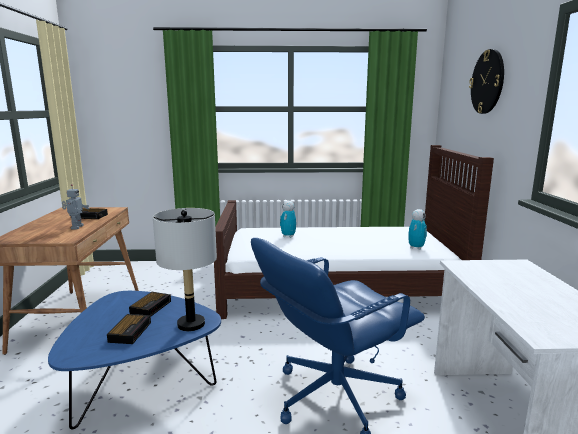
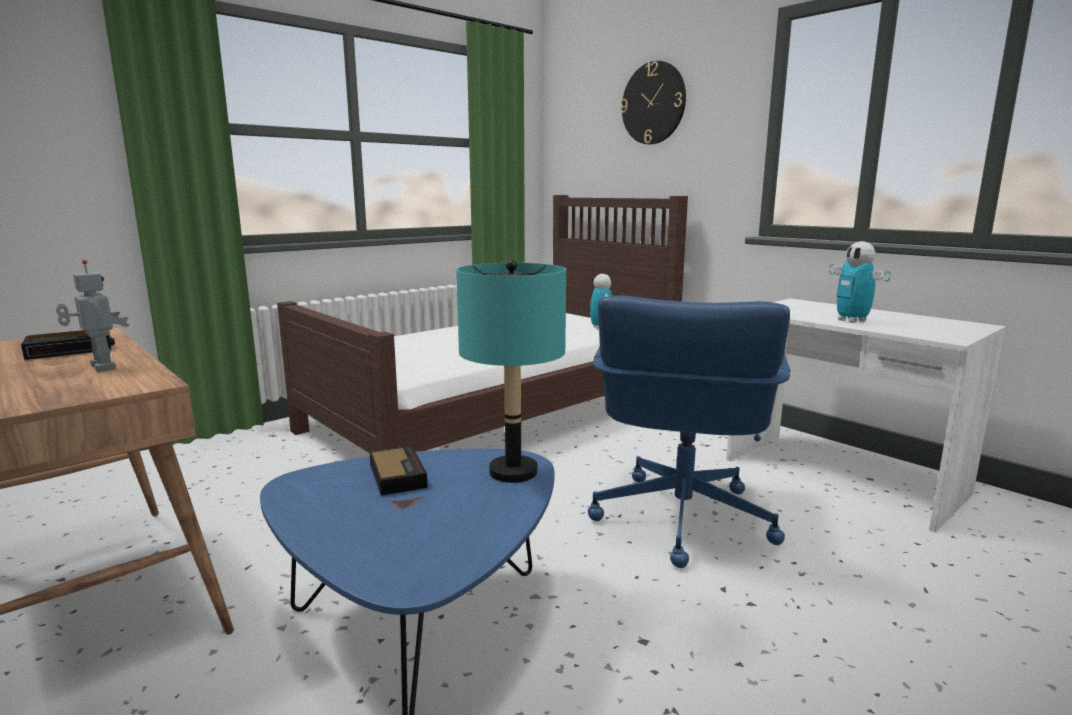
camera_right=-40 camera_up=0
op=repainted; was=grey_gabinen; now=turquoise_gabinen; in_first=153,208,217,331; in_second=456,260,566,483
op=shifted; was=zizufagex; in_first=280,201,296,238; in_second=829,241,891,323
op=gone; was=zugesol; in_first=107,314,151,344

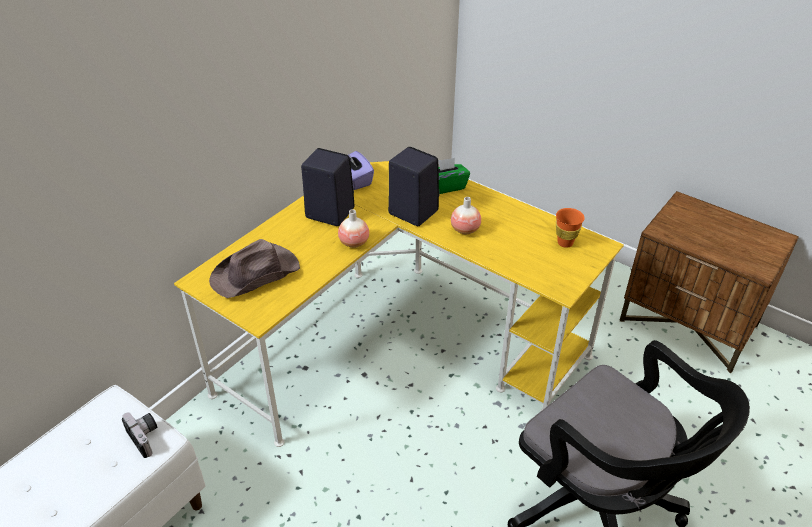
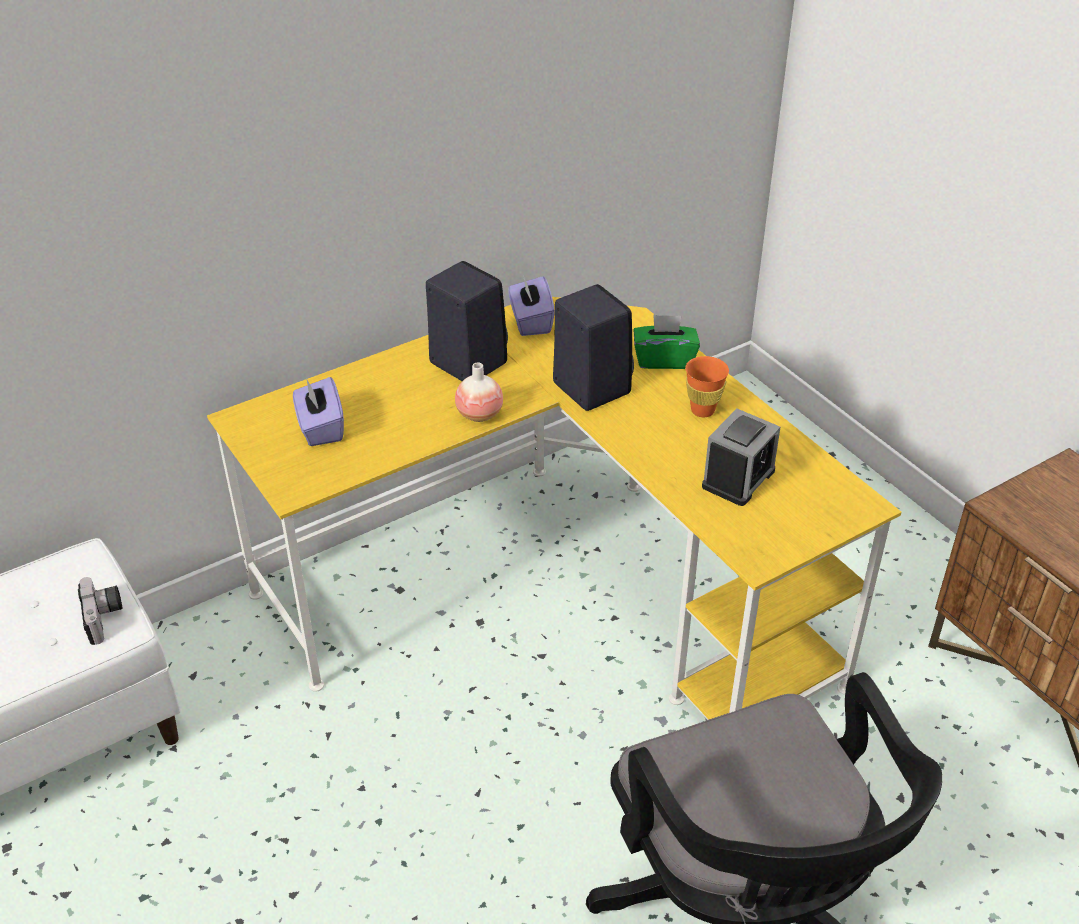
camera_right=20 camera_up=0
op=swapped; was=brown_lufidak; now=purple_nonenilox; in_first=209,239,300,298; in_second=293,377,344,446
op=shifted; was=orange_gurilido; in_first=556,208,585,248; in_second=685,356,729,417
op=new; now=zugesol; in_second=702,409,780,506
op=gone; was=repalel; in_first=451,197,481,235

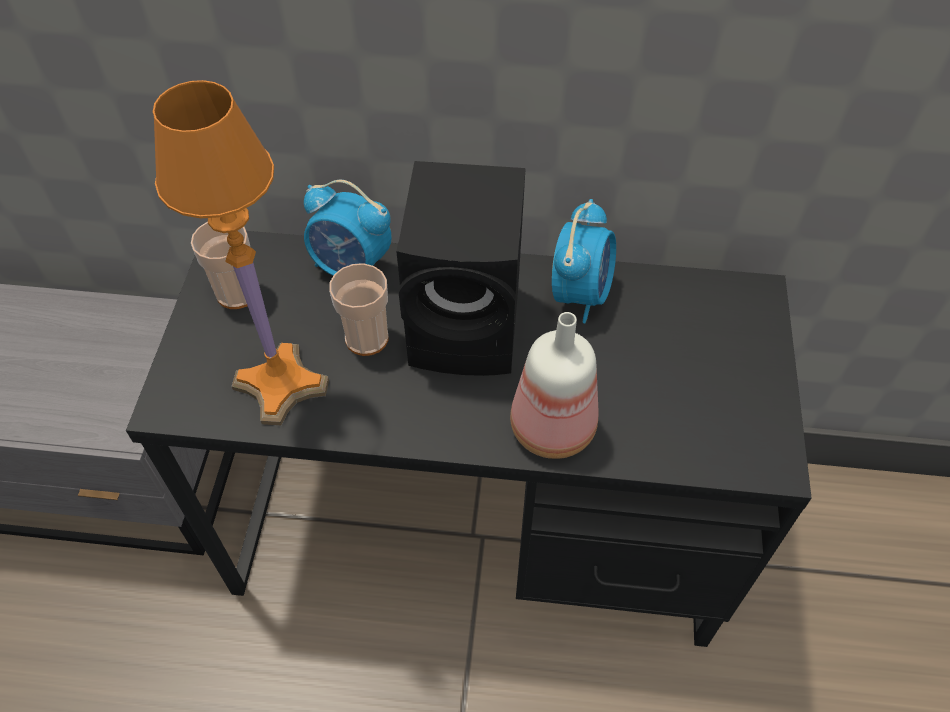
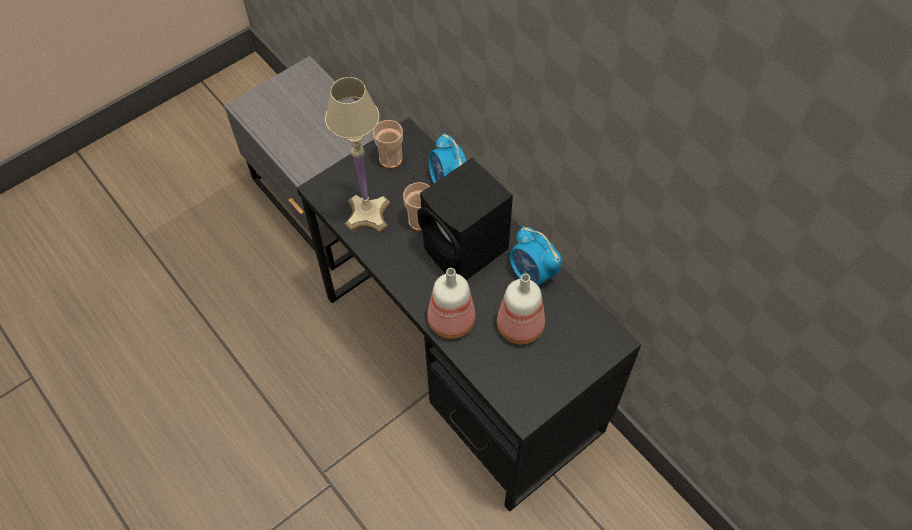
camera_right=45 camera_up=5
op=repainted; was=orange_gabinen; now=beige_gabinen; in_first=153,80,329,425; in_second=325,77,390,233
op=new; now=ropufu; in_second=497,274,545,344
op=rotated; was=zugesol; in_first=552,199,616,323; in_second=510,226,562,290; clockwise=75

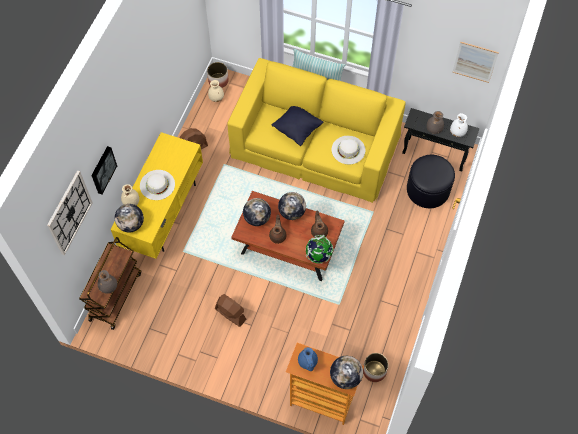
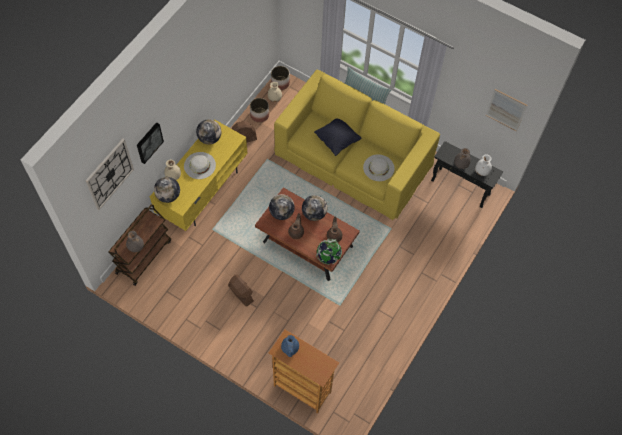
camera_right=10 camera_up=0
op=shifted; was=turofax; in_first=330,356,363,389; in_second=196,119,221,144
op=shifted; was=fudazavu; in_first=363,353,388,382; in_second=250,98,269,123
op=gone; was=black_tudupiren; in_first=407,155,455,208

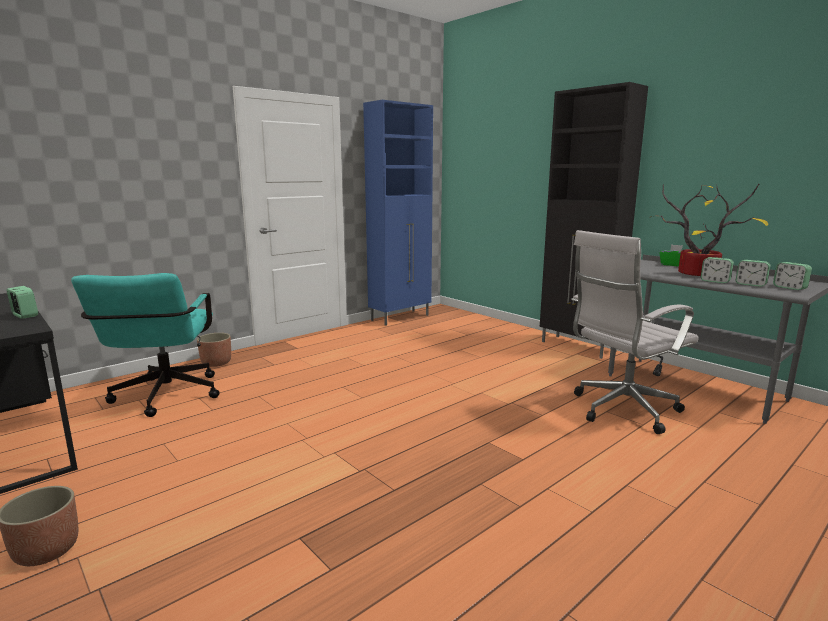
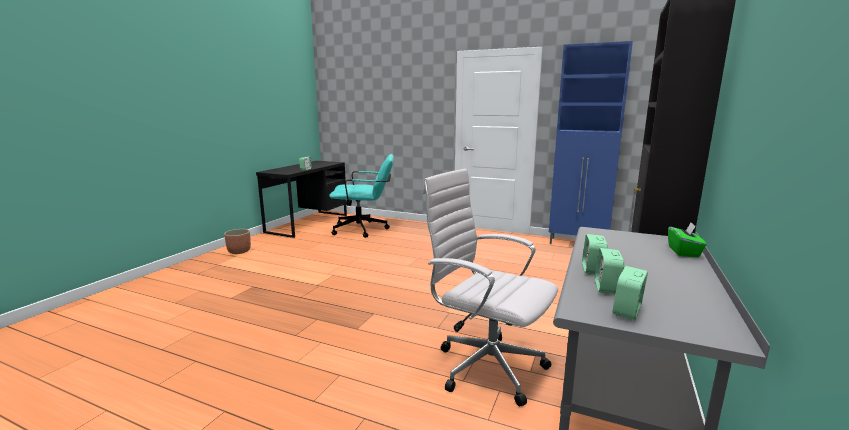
camera_right=65 camera_up=0
op=rotated; was=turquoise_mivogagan; in_first=71,273,220,417; in_second=329,154,394,238; clockwise=-150
op=gone; was=fudazavu; in_first=197,333,231,367
op=gone; was=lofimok; in_first=651,183,768,276

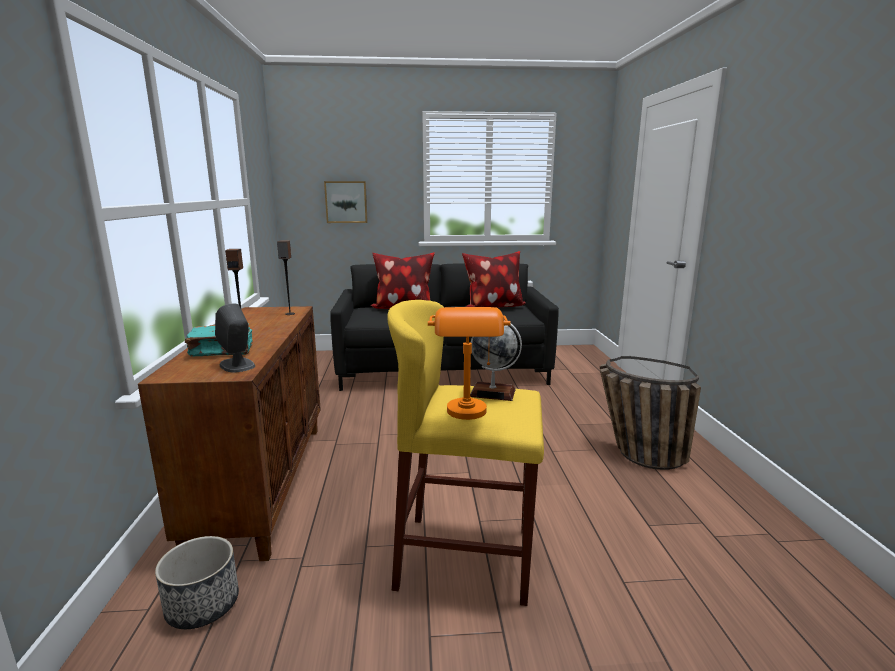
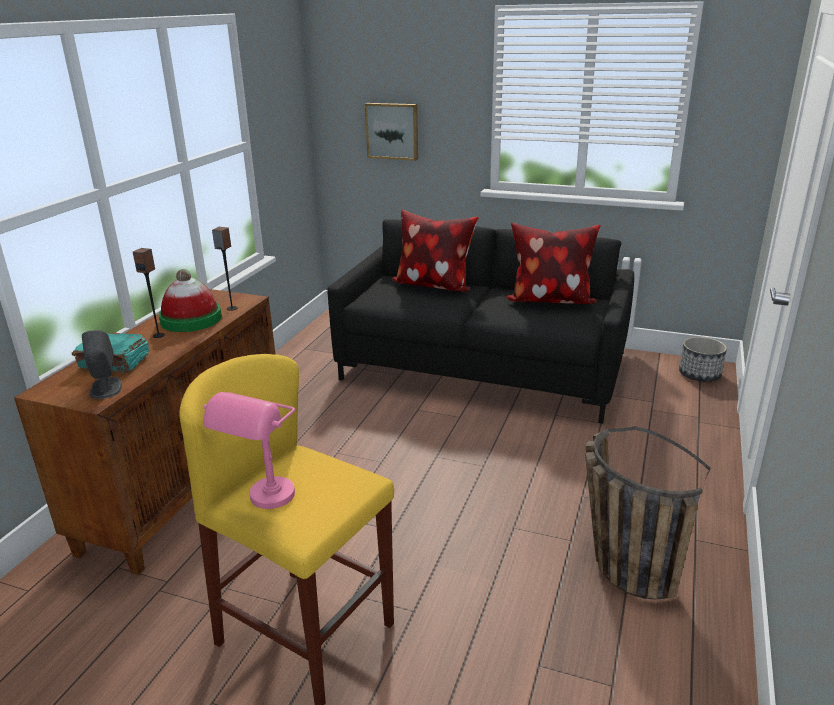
camera_right=25 camera_up=10
op=new; now=lufidak; in_second=158,269,222,332
op=repainted; was=orange_gabinen; now=pink_gabinen; in_first=428,307,511,420; in_second=203,392,295,509
op=shifted; was=fudazavu; in_first=155,536,239,629; in_second=679,337,727,382
op=gone; was=turofax; in_first=470,320,522,401

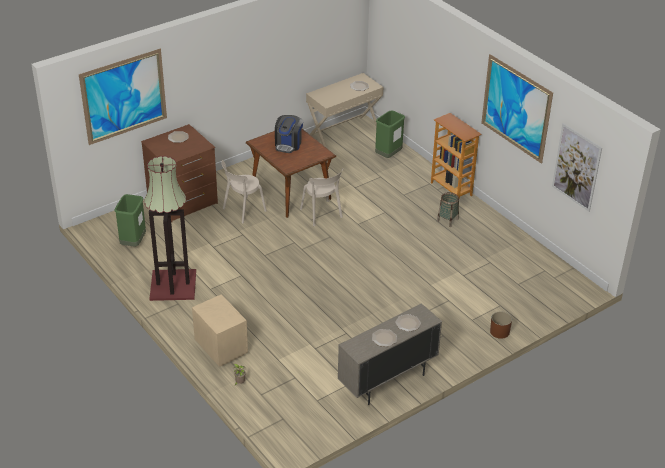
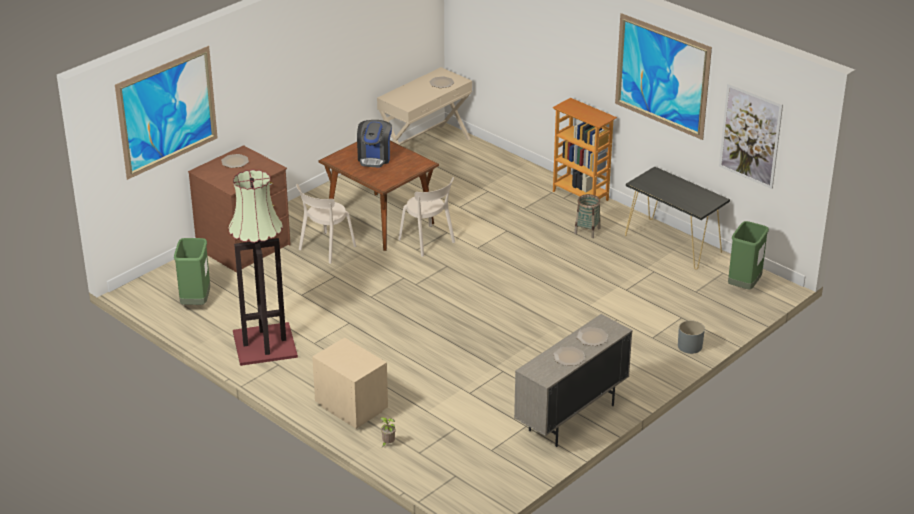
camera_right=-10 camera_up=-5
op=new; now=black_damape; in_second=625,167,730,269
op=repainted; was=brown_fudazavu; now=grey_fudazavu; in_first=490,312,512,339; in_second=678,320,705,354
op=shifted; was=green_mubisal; in_first=375,110,405,158; in_second=728,221,769,289

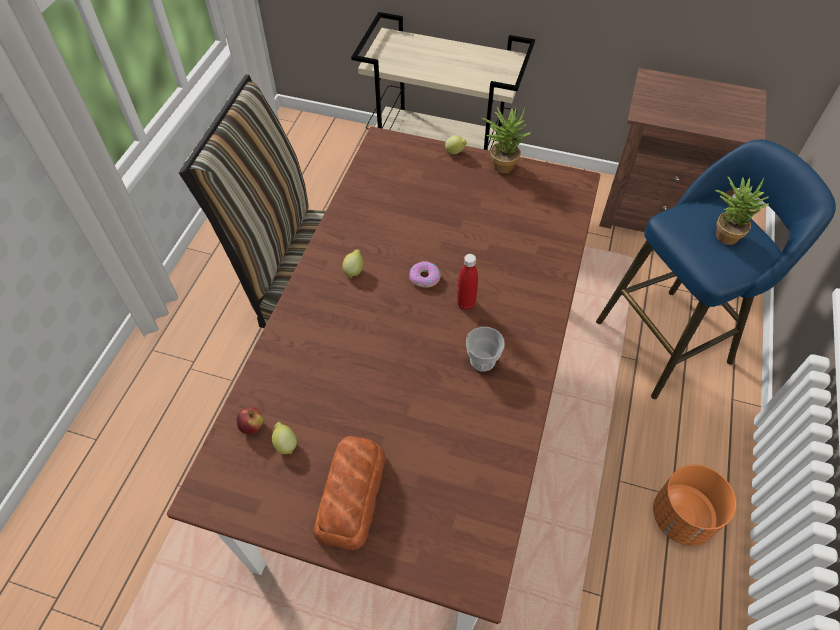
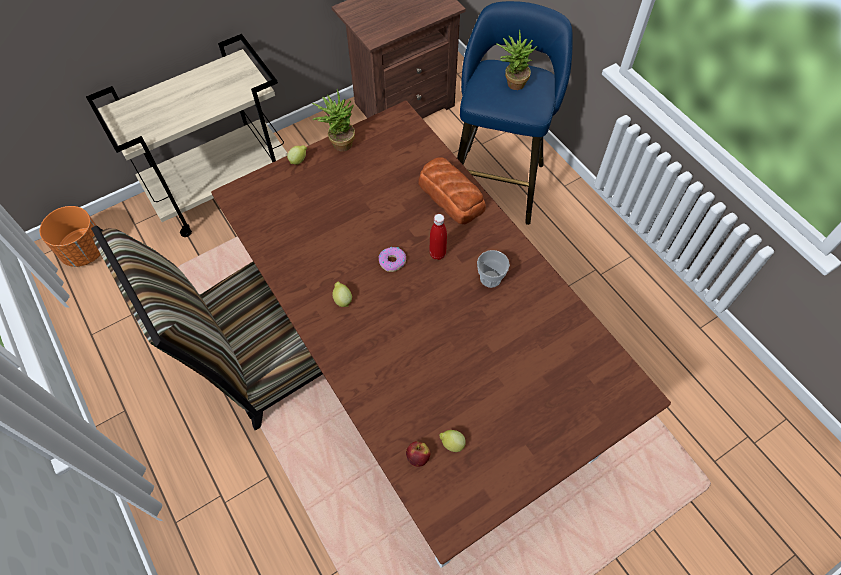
camera_right=-50 camera_up=5
op=shifted; was=orange_fudazavu; in_first=653,465,736,546; in_second=40,206,101,267
op=shifted; was=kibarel; in_first=313,436,386,550; in_second=418,157,486,224

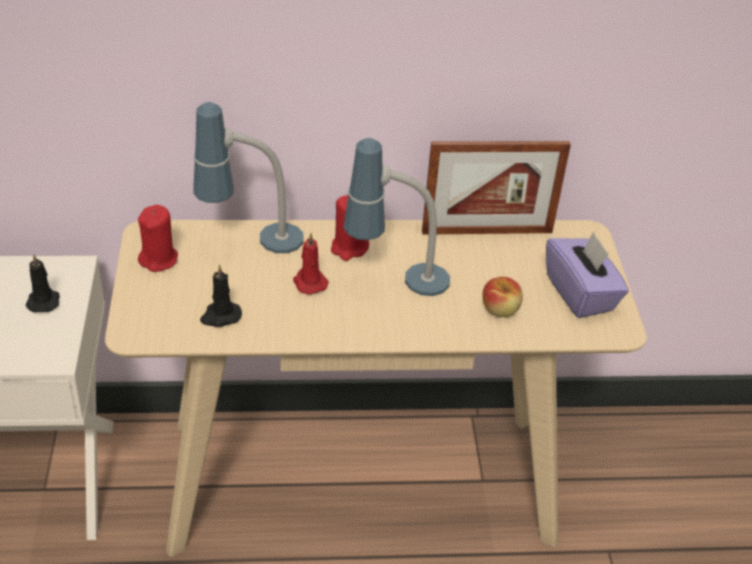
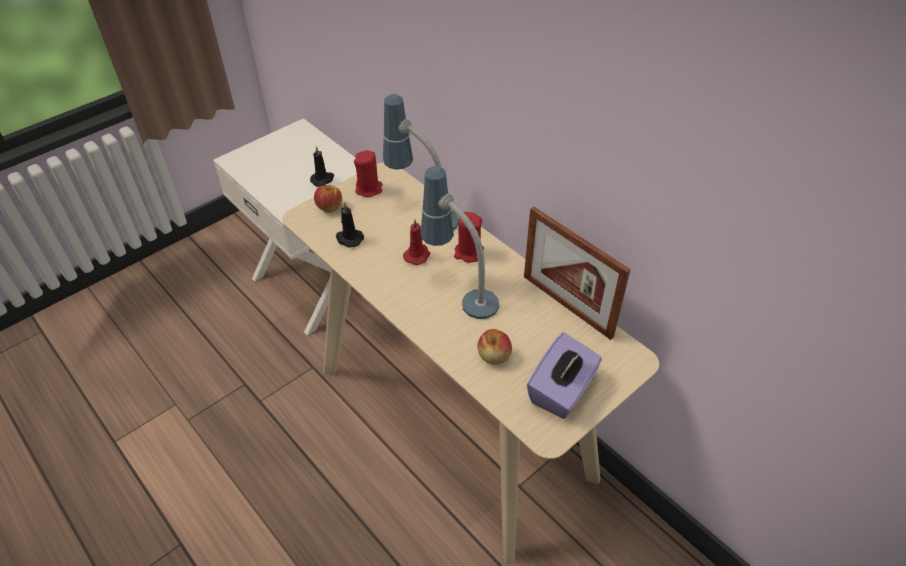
camera_right=55 camera_up=5
op=new; now=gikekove; in_second=314,185,342,213

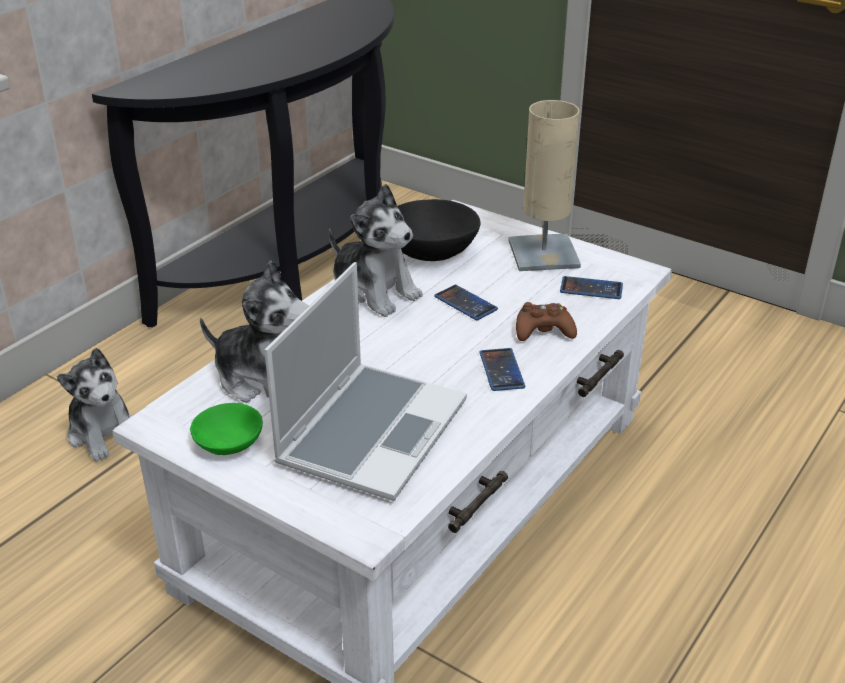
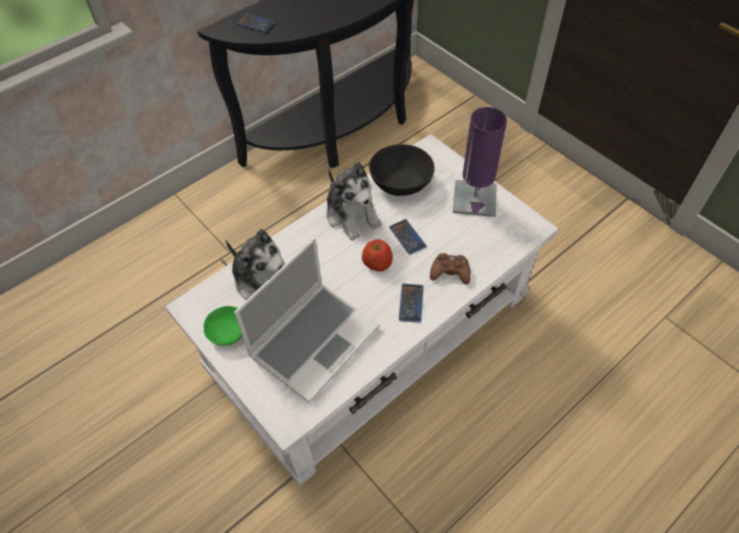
camera_right=15 camera_up=20
op=shifted; was=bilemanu; in_first=560,276,623,299; in_second=235,13,275,32
op=new; now=gikekove; in_second=362,239,393,271
op=repainted; was=beige_gabinen; now=purple_gabinen; in_first=508,100,581,271; in_second=453,107,507,217
op=gone; was=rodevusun; in_first=57,348,132,462

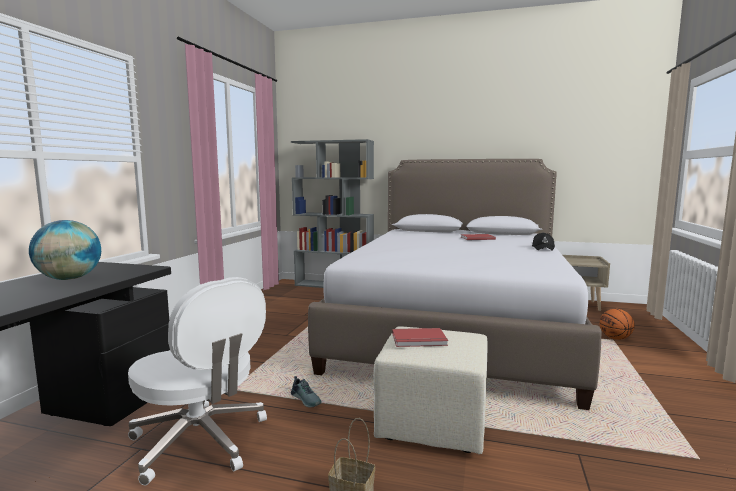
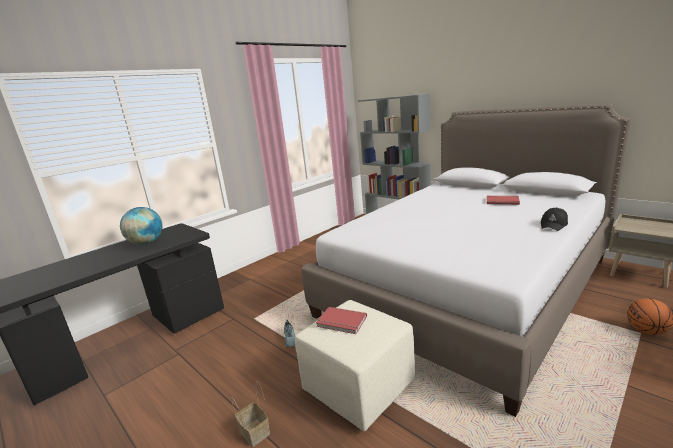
camera_right=30 camera_up=10
op=gone; was=white_mivogagan; in_first=128,277,267,485

